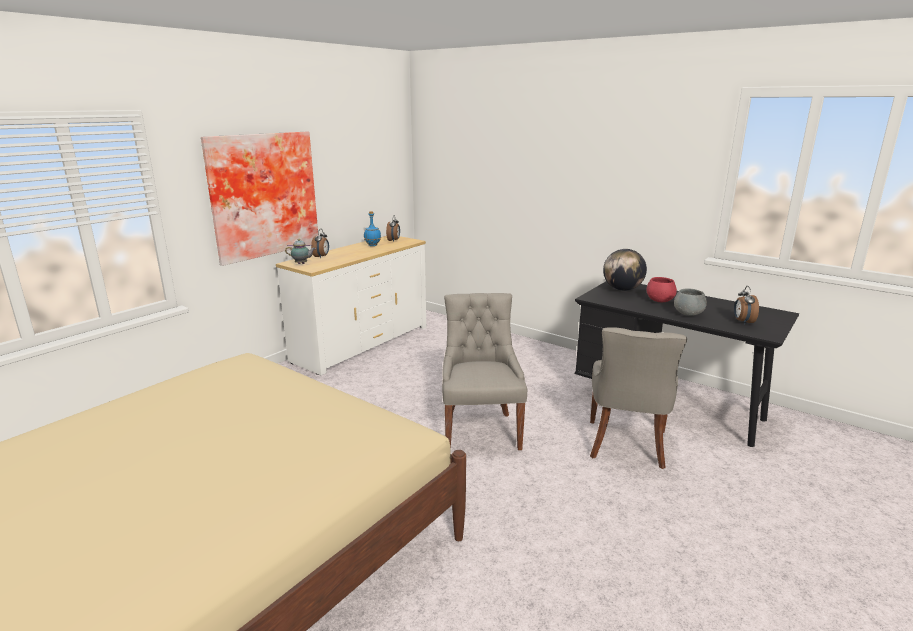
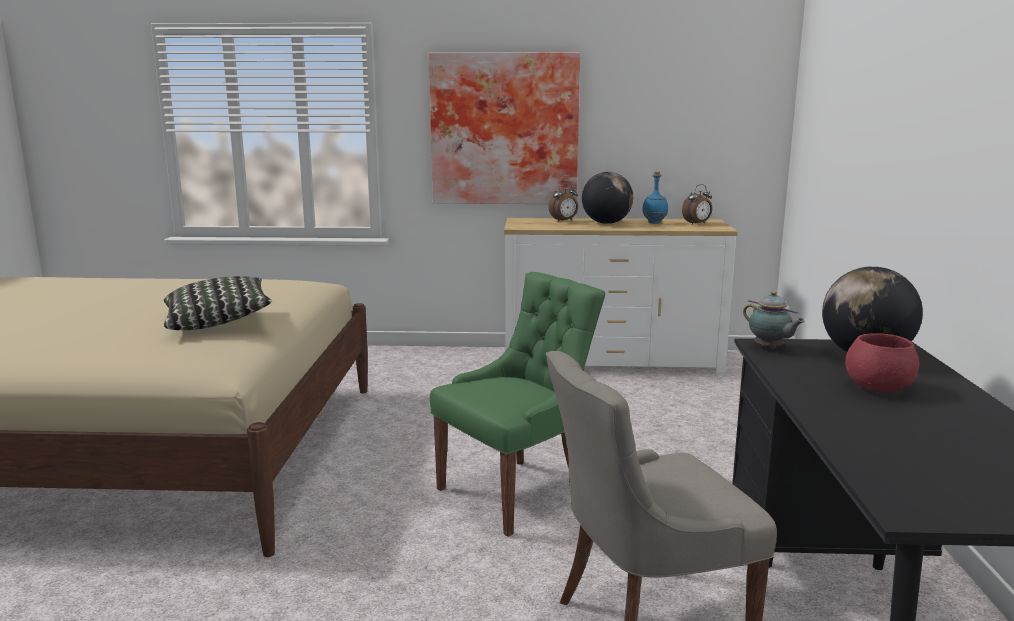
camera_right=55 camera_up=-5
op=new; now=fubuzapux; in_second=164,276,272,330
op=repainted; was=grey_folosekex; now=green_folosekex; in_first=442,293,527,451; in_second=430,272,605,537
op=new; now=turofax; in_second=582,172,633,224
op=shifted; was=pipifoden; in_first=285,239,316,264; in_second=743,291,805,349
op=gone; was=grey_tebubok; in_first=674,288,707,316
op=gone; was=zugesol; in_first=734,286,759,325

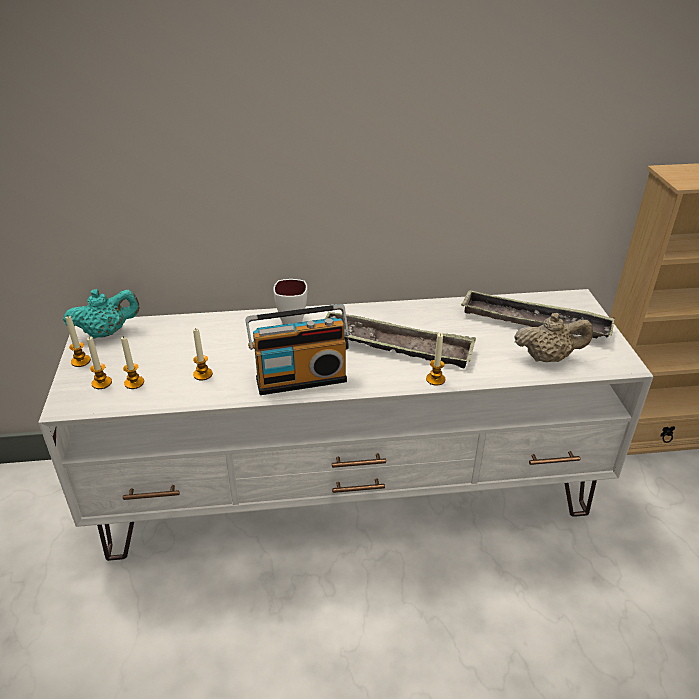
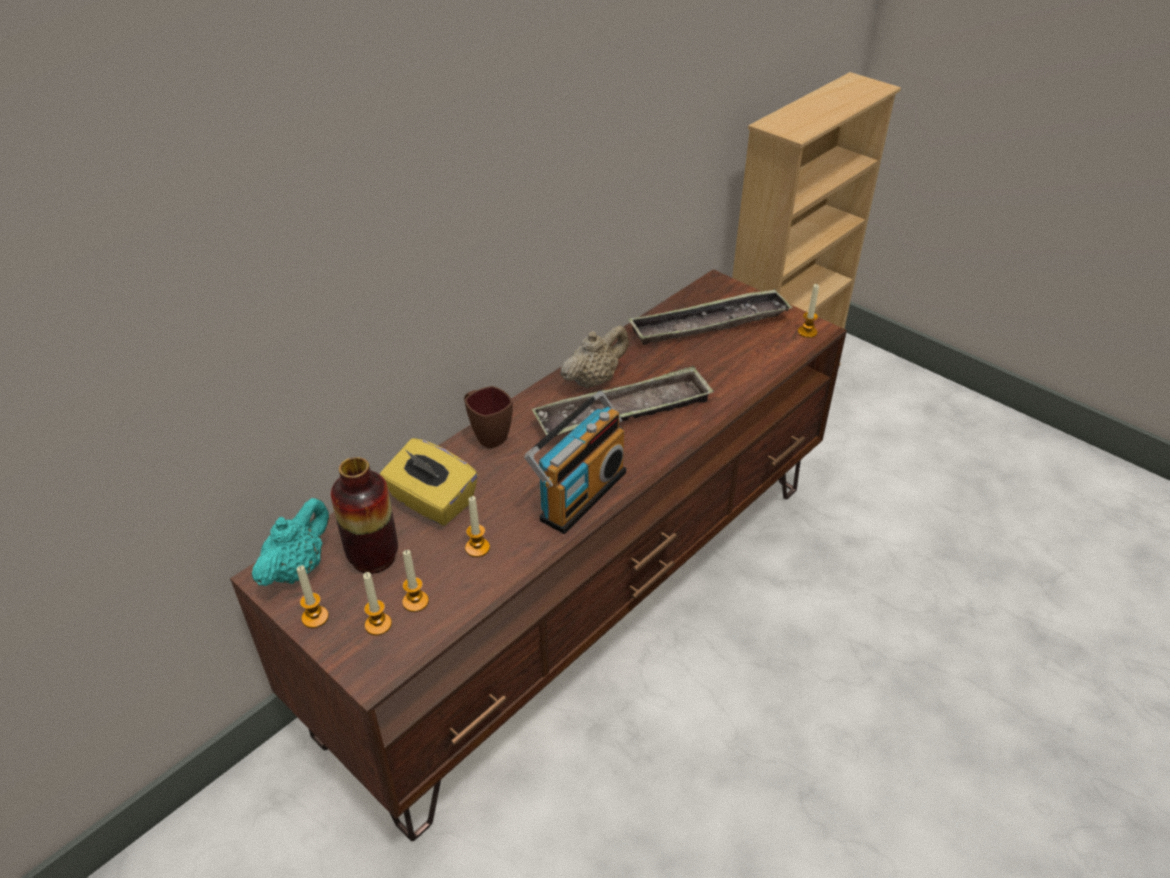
camera_right=-40 camera_up=5
op=repainted; was=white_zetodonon; now=brown_zetodonon; in_first=38,289,654,561; in_second=230,269,847,841
op=new; now=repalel; in_second=331,457,398,574
op=new; now=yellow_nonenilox; in_second=380,438,478,526
op=repainted; was=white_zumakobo; now=brown_zumakobo; in_first=273,279,307,324; in_second=464,386,513,449
op=shifted; was=beige_pipifoden; in_first=514,313,593,362; in_second=561,325,629,389
op=shifted; was=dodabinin; in_first=426,333,445,386; in_second=798,284,819,338

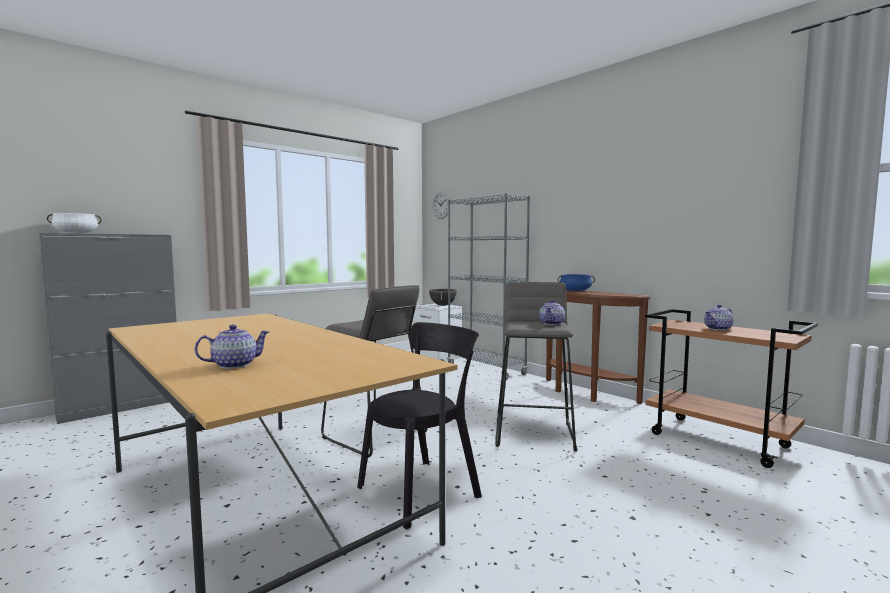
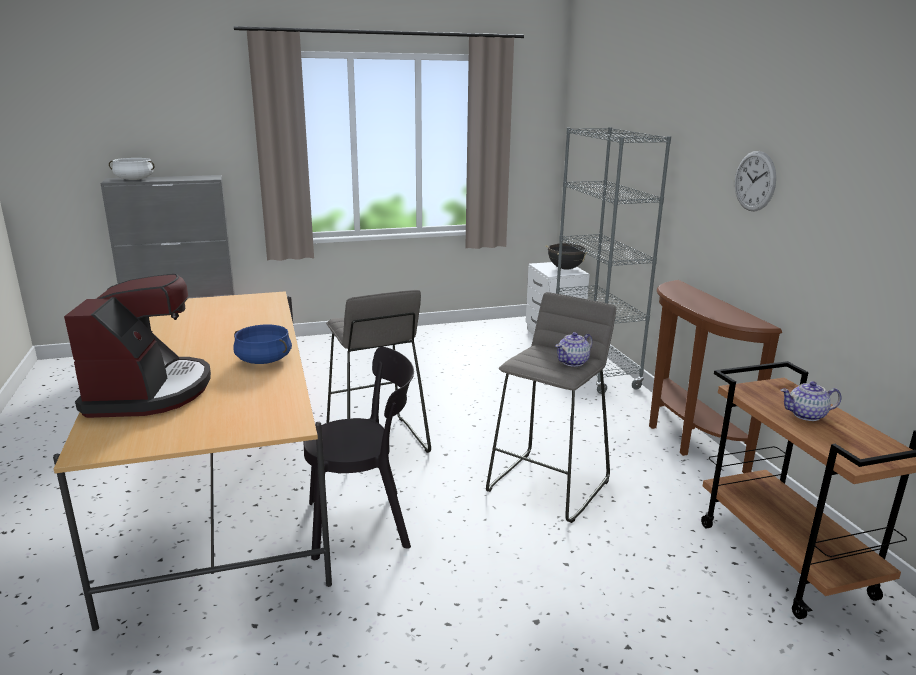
camera_right=25 camera_up=15
op=swapped; was=pipifoden; now=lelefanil; in_first=194,324,270,369; in_second=64,274,211,418
op=shifted; was=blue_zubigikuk; in_first=558,274,595,291; in_second=233,325,292,364
op=shifted; was=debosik; in_first=433,191,451,219; in_second=735,151,776,211

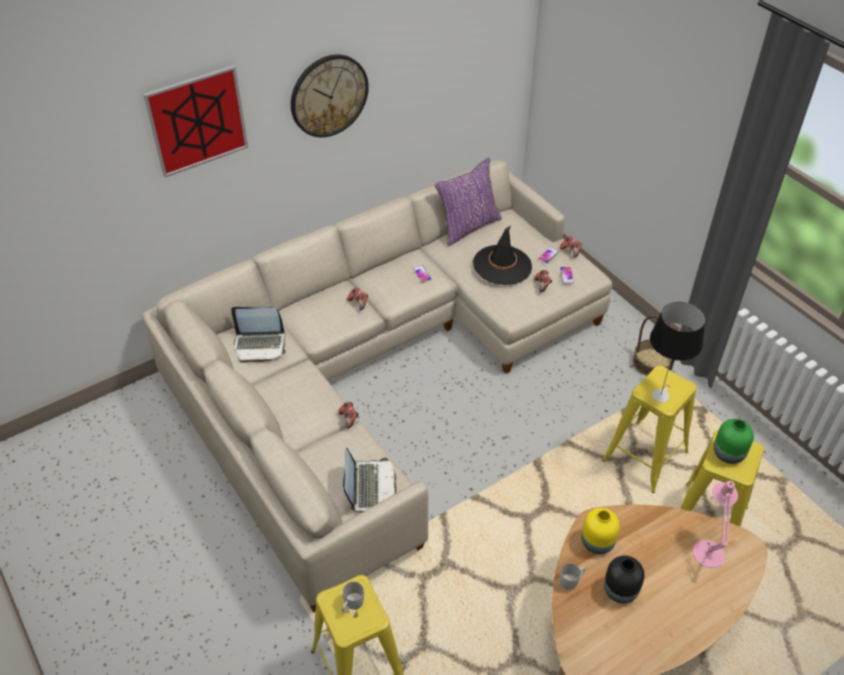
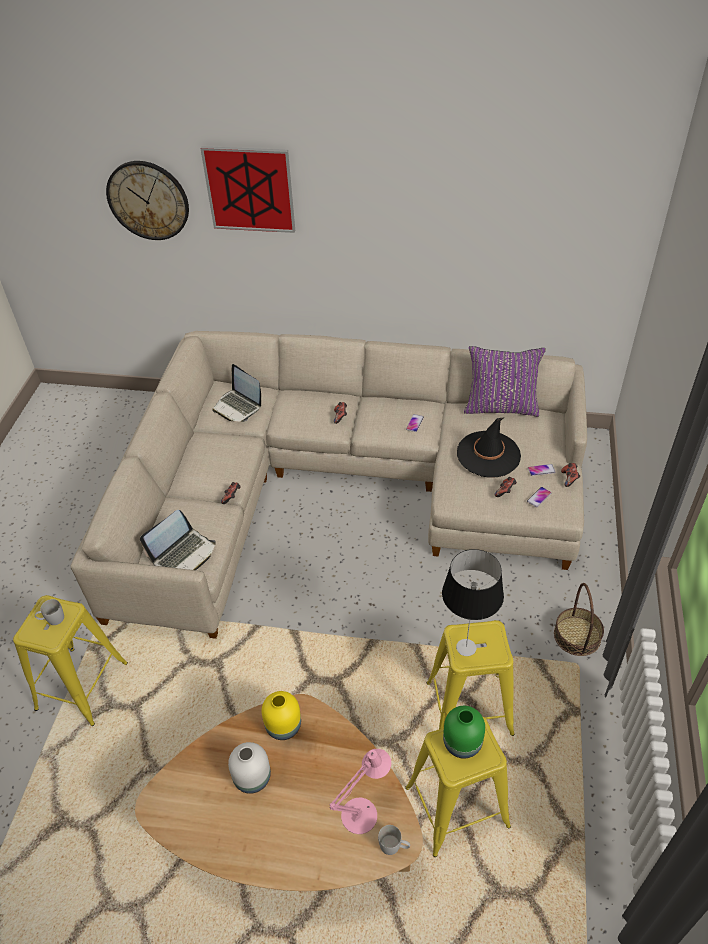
camera_right=45 camera_up=0
op=shifted; was=debosik; in_first=291,54,369,137; in_second=106,161,189,240
op=repainted; was=black_repalel; now=white_repalel; in_first=604,556,645,604; in_second=228,742,271,794
op=shifted; was=white_zumakobo; in_first=560,563,585,590; in_second=378,825,410,855

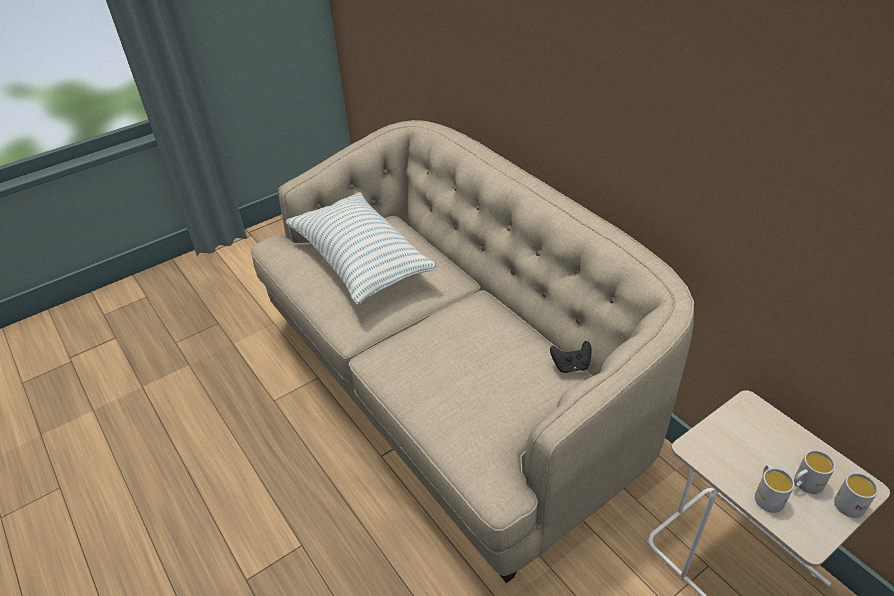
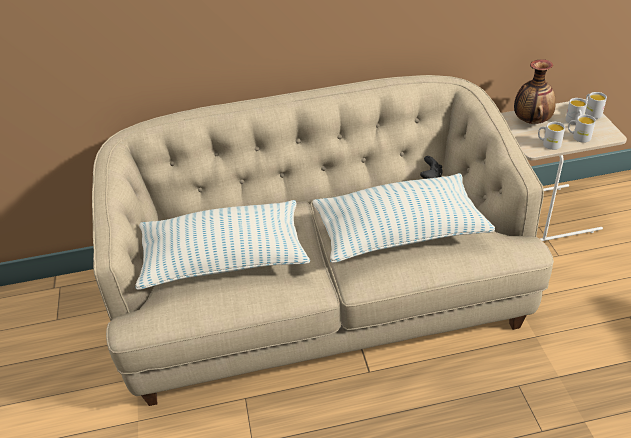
camera_right=-65 camera_up=0
op=new; now=fubuzapux; in_second=313,173,495,263
op=new; now=repalel; in_second=514,59,556,124
op=new; now=white_zumakobo; in_second=538,122,565,150

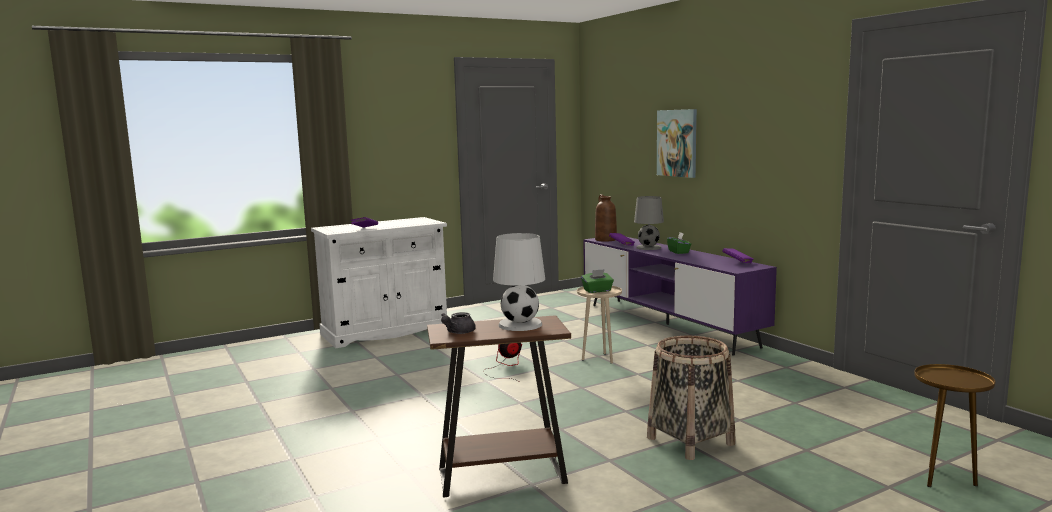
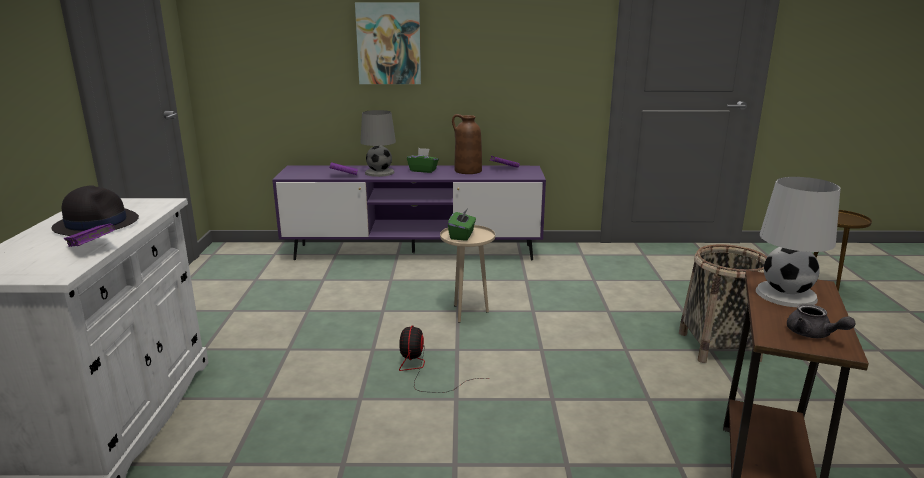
camera_right=-60 camera_up=10
op=new; now=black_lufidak; in_second=52,185,139,236
op=shifted; was=brown_repalel; in_first=595,194,617,242; in_second=452,114,482,174

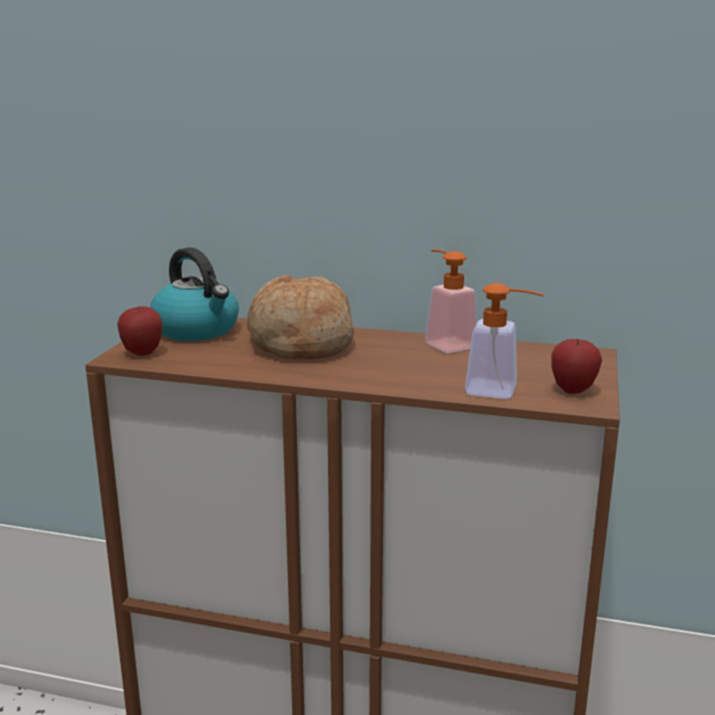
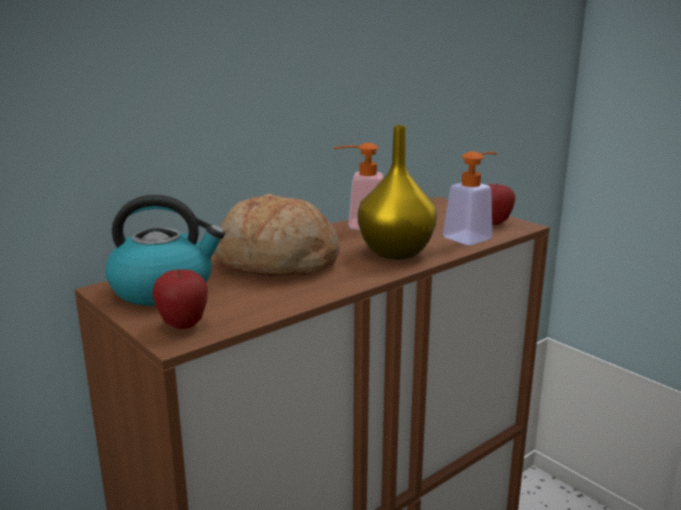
camera_right=-55 camera_up=0
op=new; now=yellow_repalel; in_second=358,125,437,260

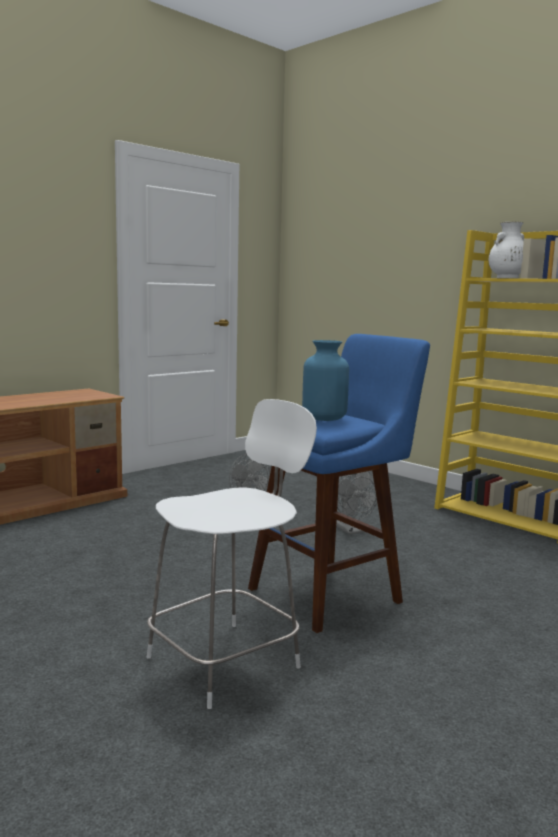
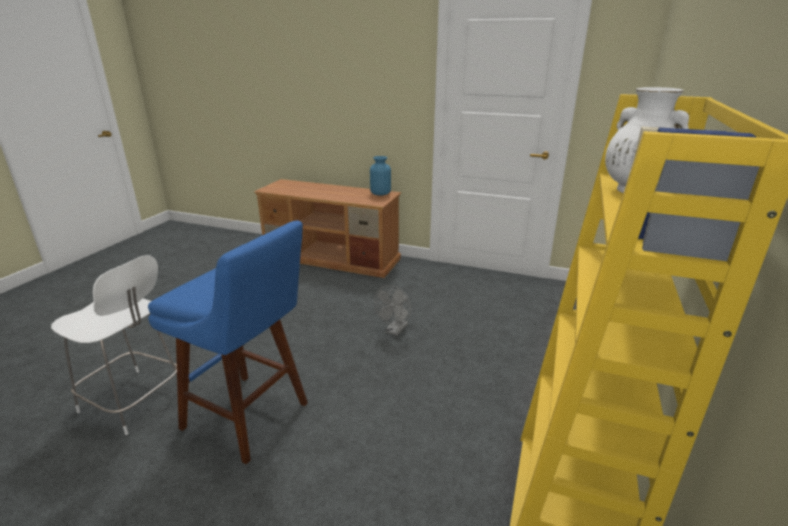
camera_right=65 camera_up=15
op=shifted; was=blue_repalel; in_first=302,340,349,421; in_second=370,156,391,195
op=gone; was=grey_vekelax; in_first=336,471,377,535

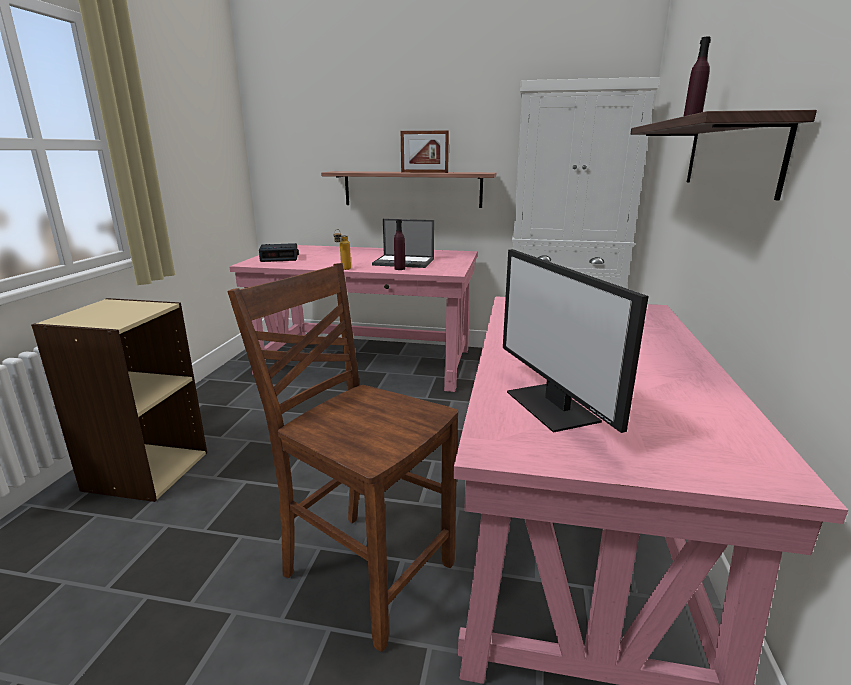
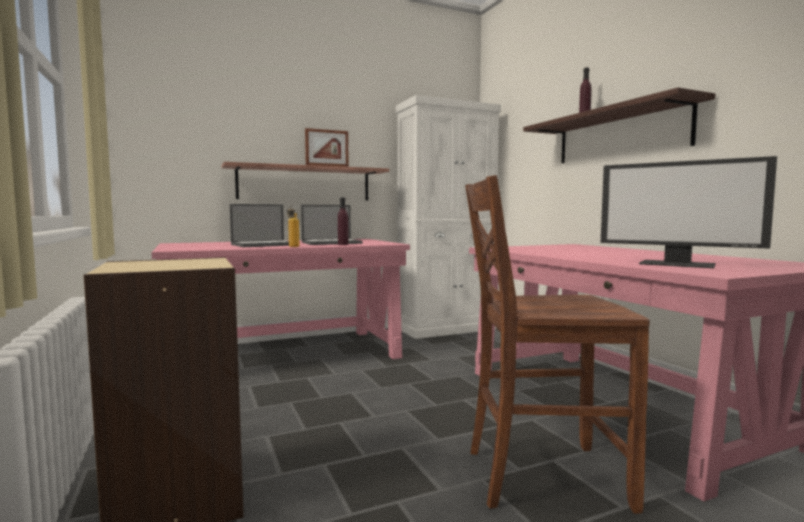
camera_right=-35 camera_up=-15
op=new; now=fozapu; in_second=230,204,289,247
op=gone; was=zugesol; in_first=259,243,299,262

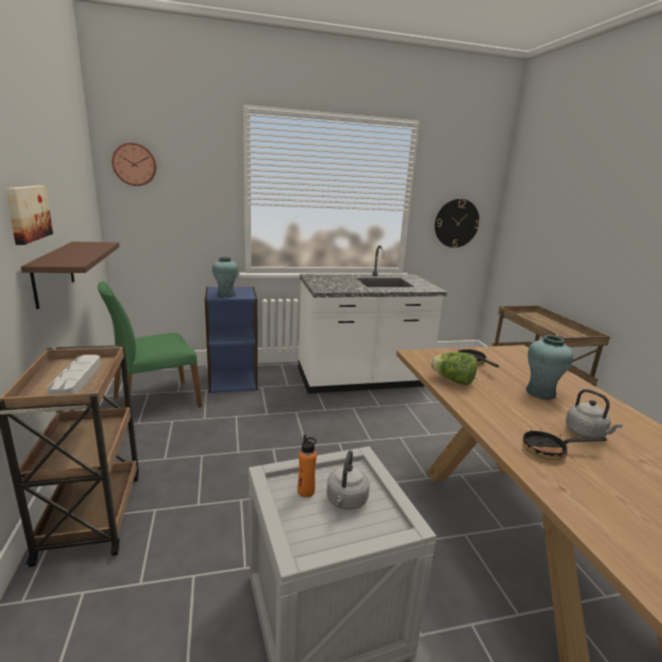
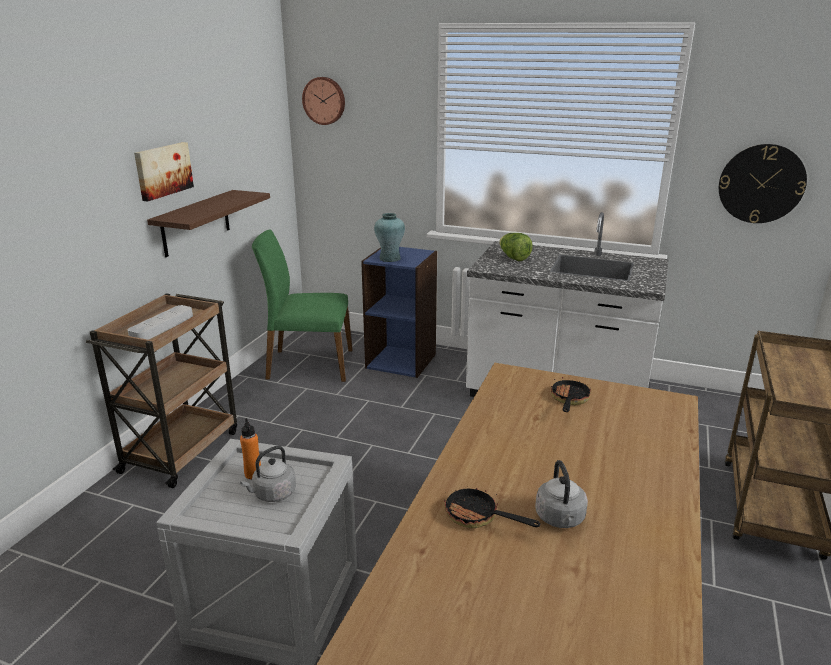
camera_right=35 camera_up=5
op=shifted; was=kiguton; in_first=431,352,477,385; in_second=499,233,533,261
op=gone; was=turquoise_repalel; in_first=526,335,573,400

